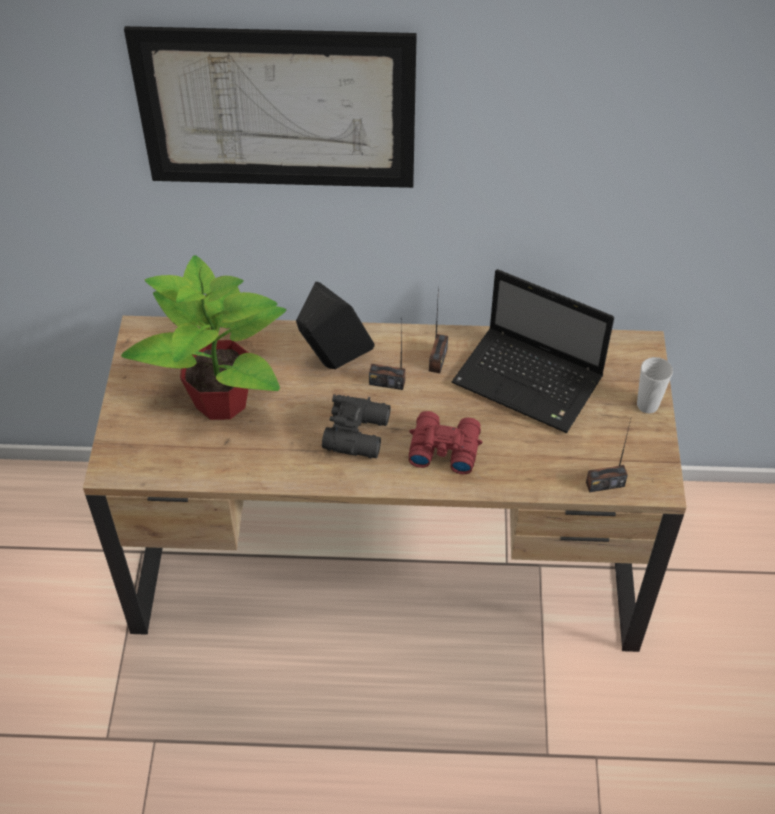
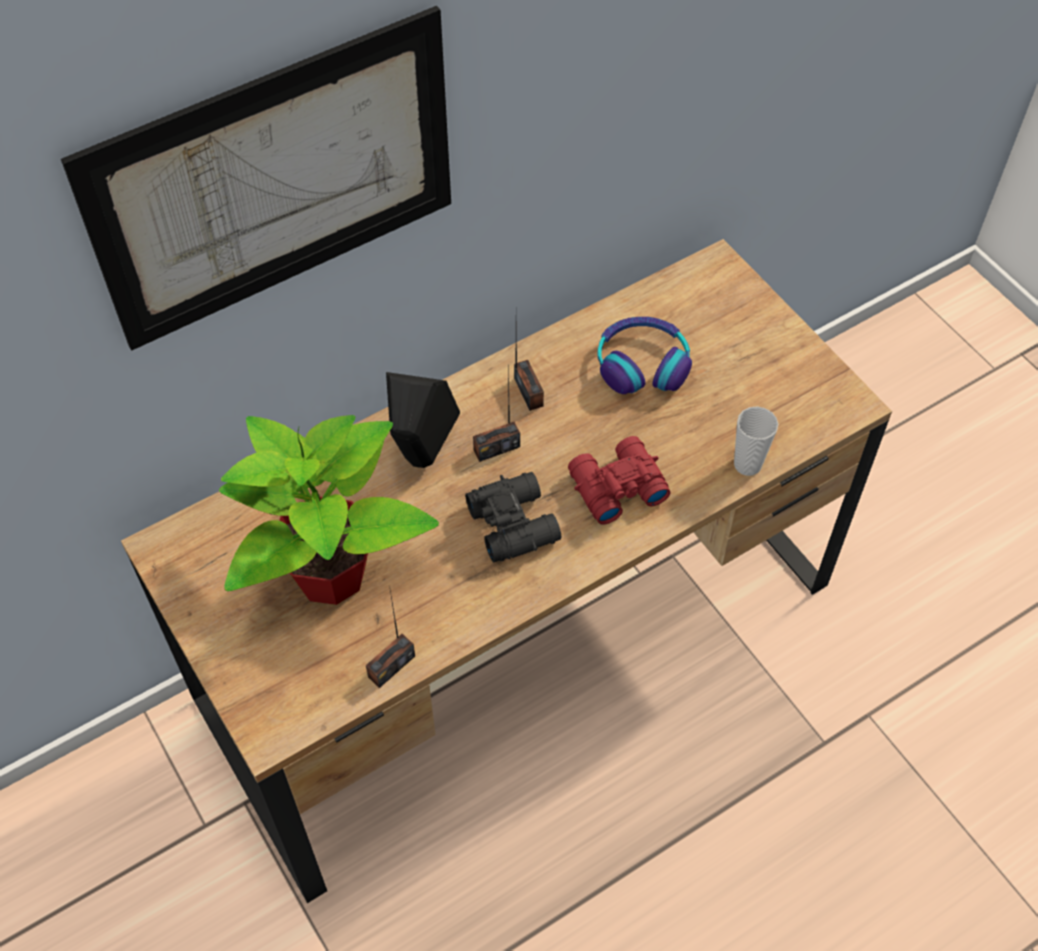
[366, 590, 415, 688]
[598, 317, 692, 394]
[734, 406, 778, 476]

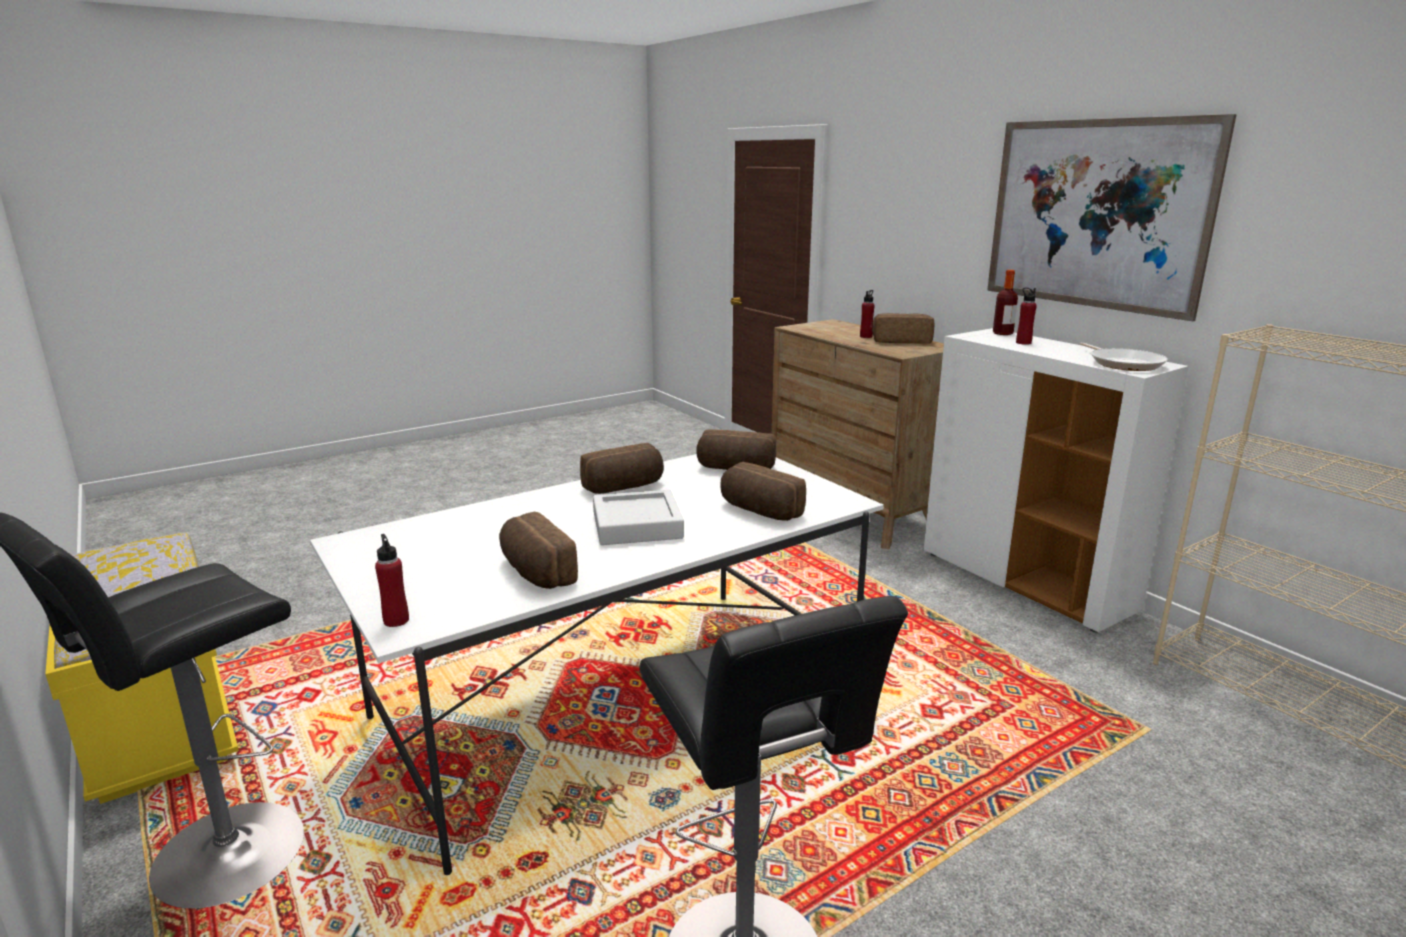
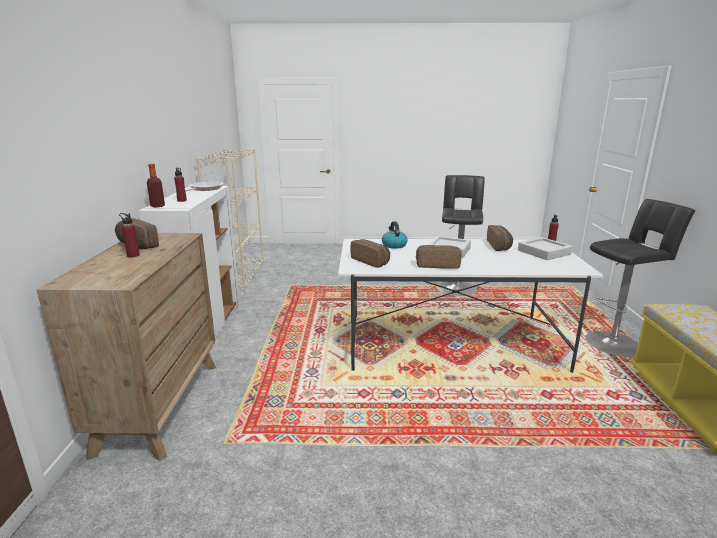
[382, 221, 408, 249]
[518, 237, 573, 260]
[987, 114, 1237, 321] (first image)

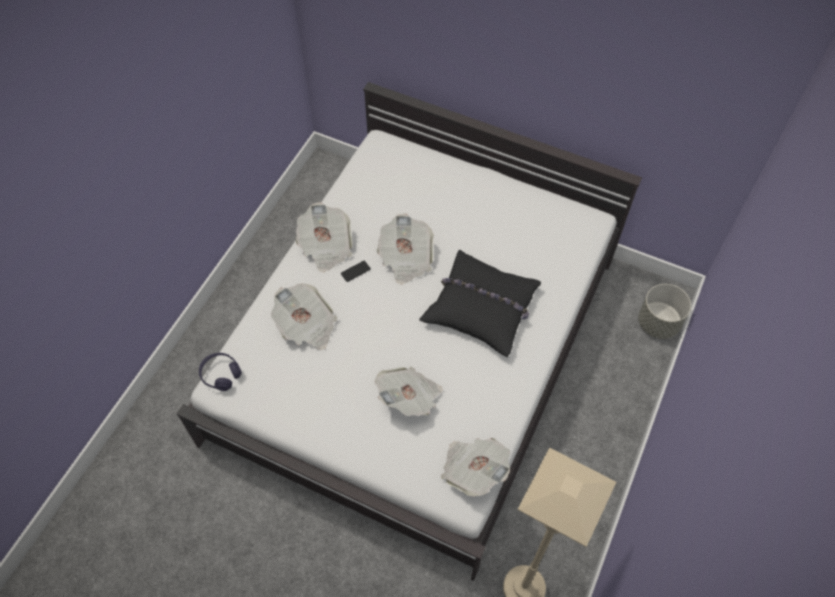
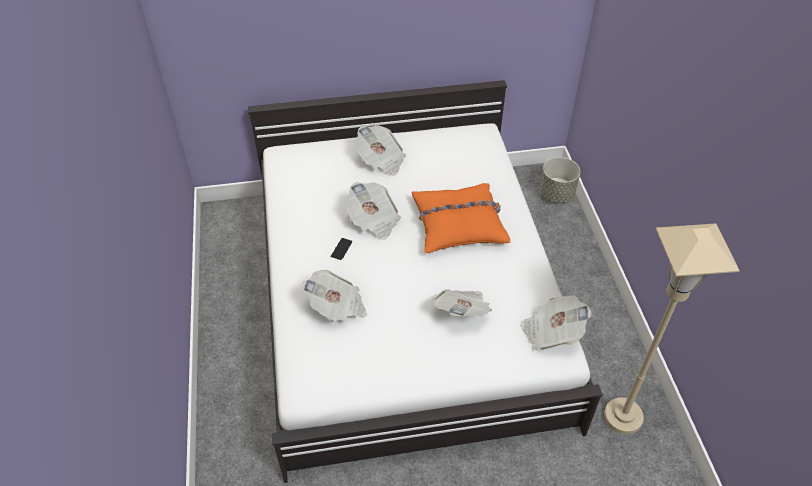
[354, 125, 406, 176]
[412, 183, 510, 253]
[199, 353, 242, 391] (first image)

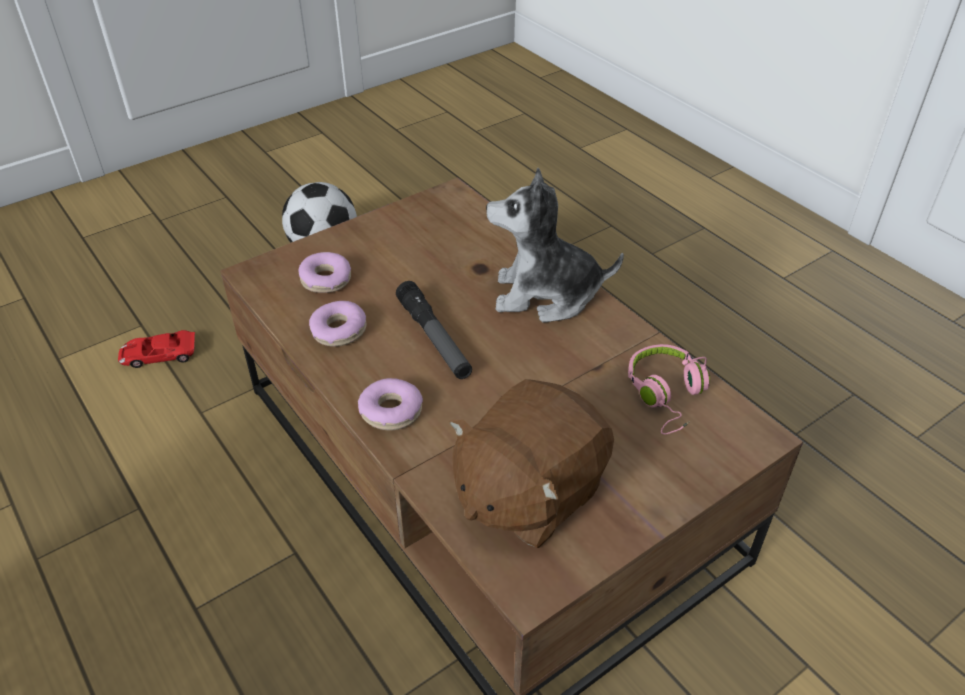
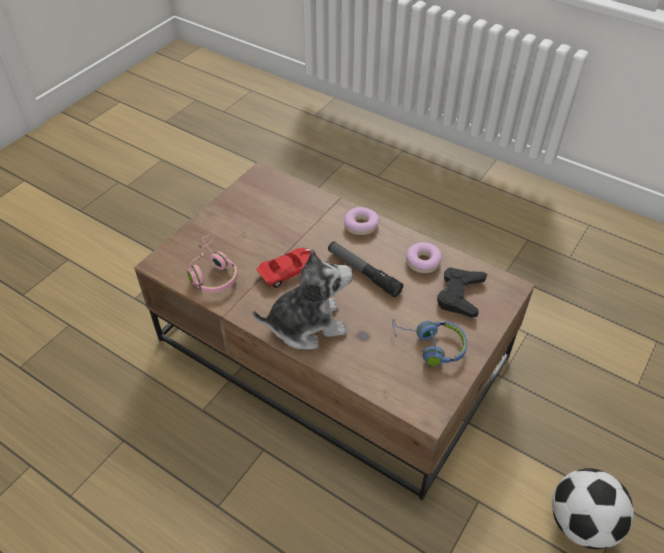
[256, 248, 318, 288]
[393, 319, 467, 366]
[437, 267, 487, 318]
[449, 379, 614, 548] (first image)

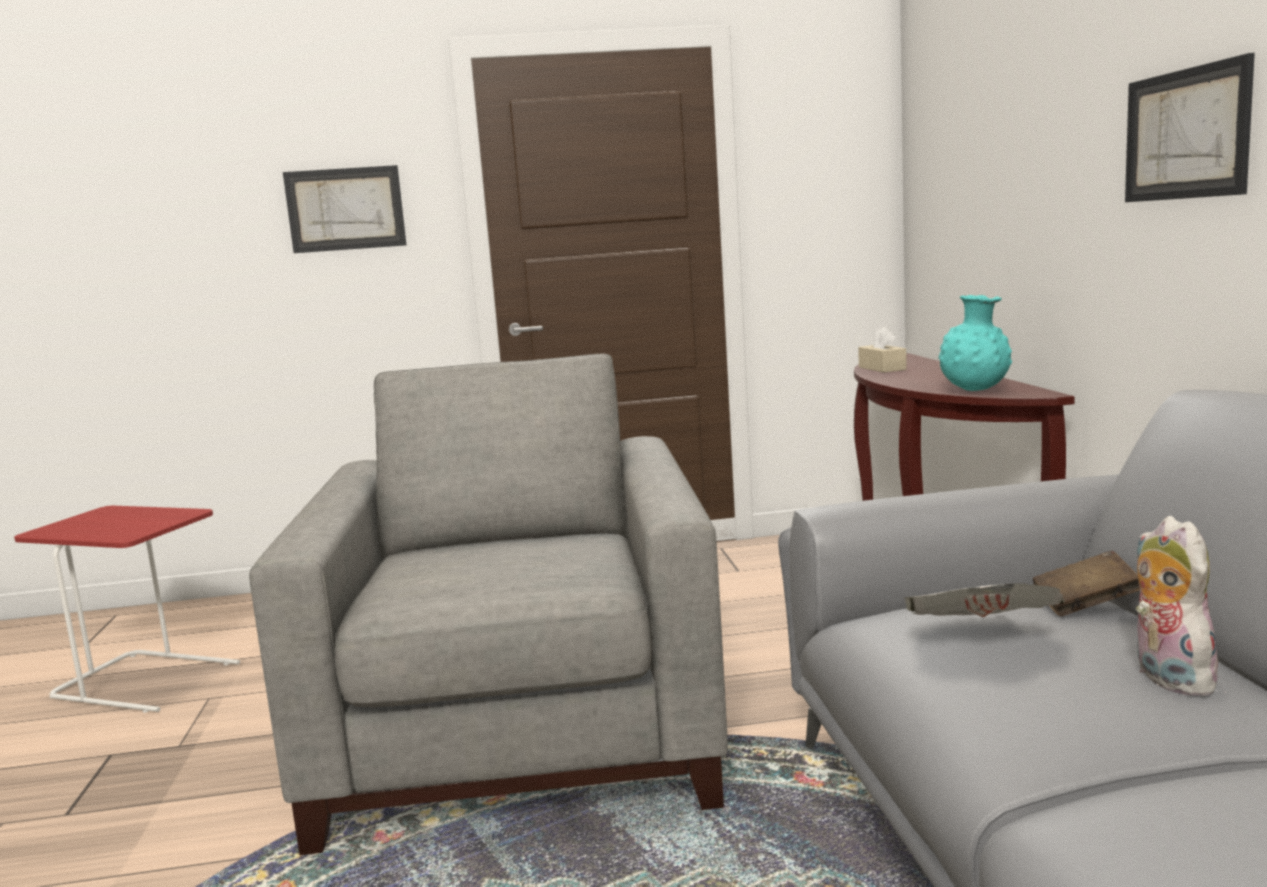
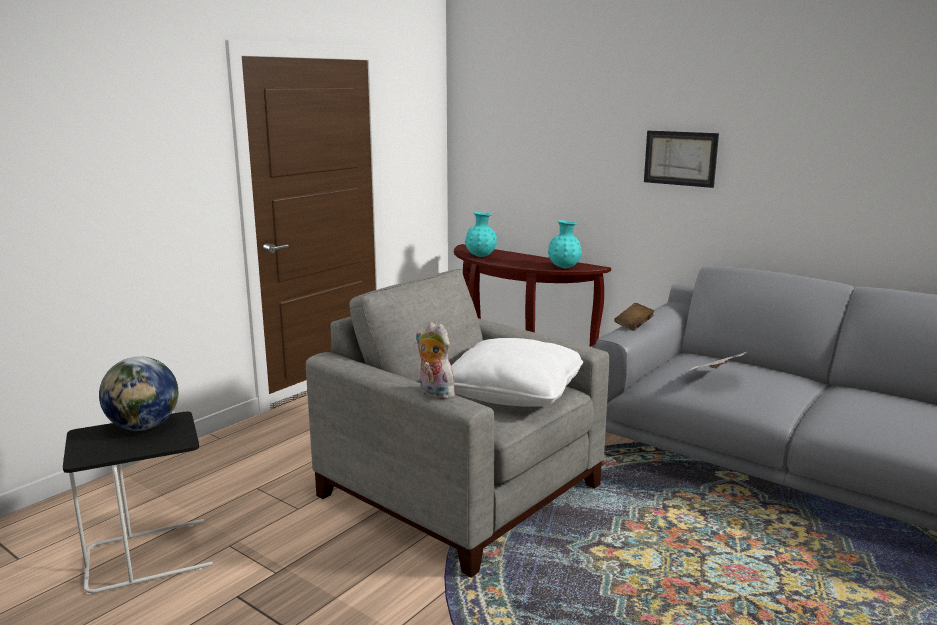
[63, 412, 213, 595]
[99, 356, 178, 431]
[416, 322, 455, 400]
[451, 338, 583, 407]
[465, 212, 497, 257]
[615, 303, 655, 331]
[283, 165, 407, 253] (first image)

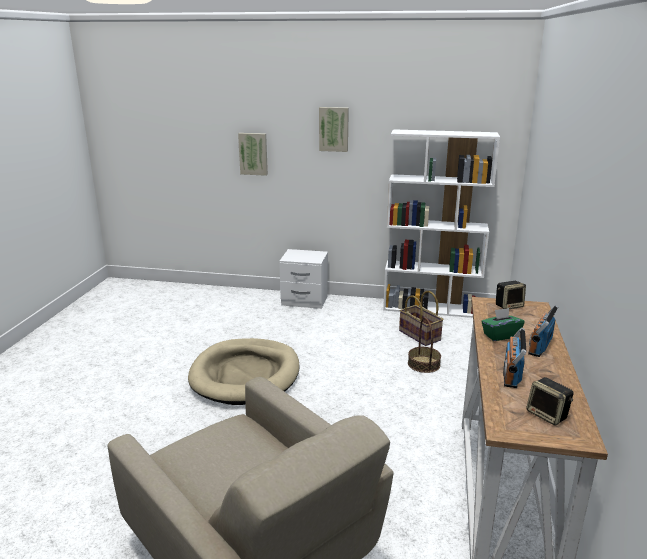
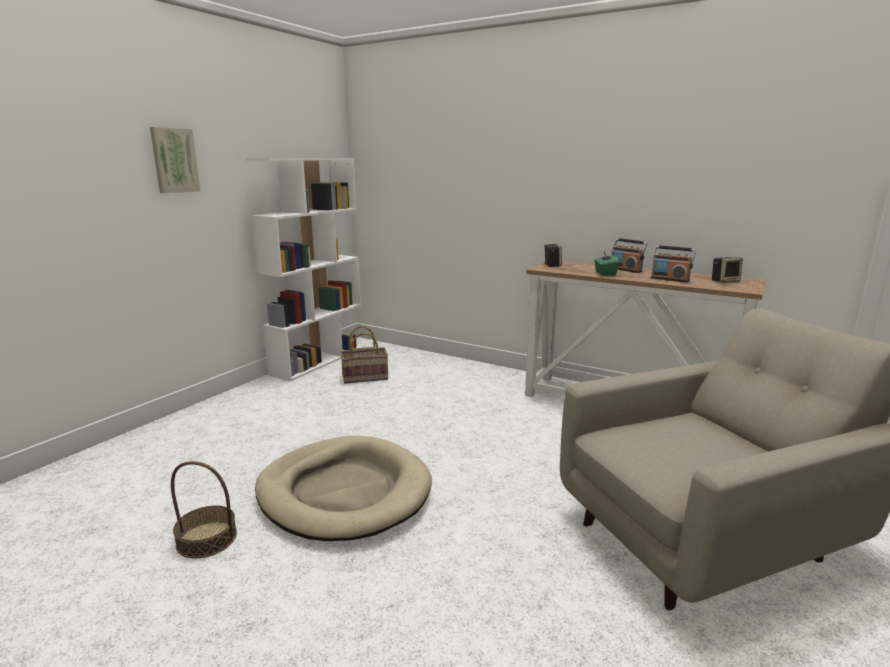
[171, 461, 237, 558]
[238, 133, 268, 176] (first image)
[279, 249, 328, 309] (first image)

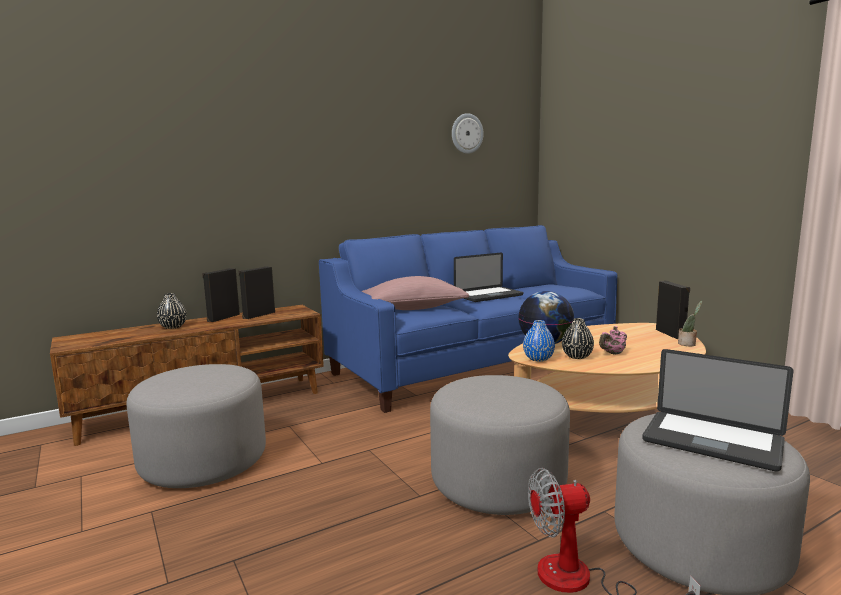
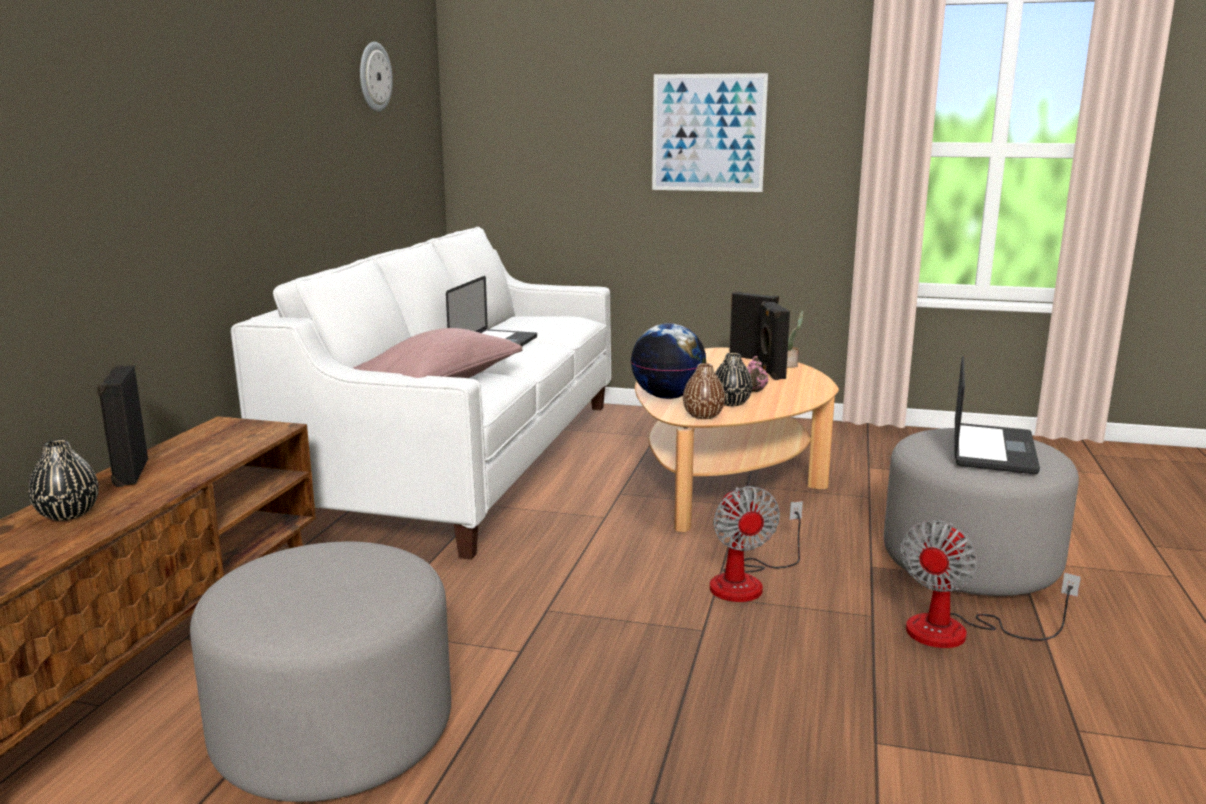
[231, 227, 611, 560]
[652, 73, 768, 192]
[683, 363, 725, 419]
[710, 486, 803, 602]
[759, 301, 790, 380]
[955, 356, 1040, 474]

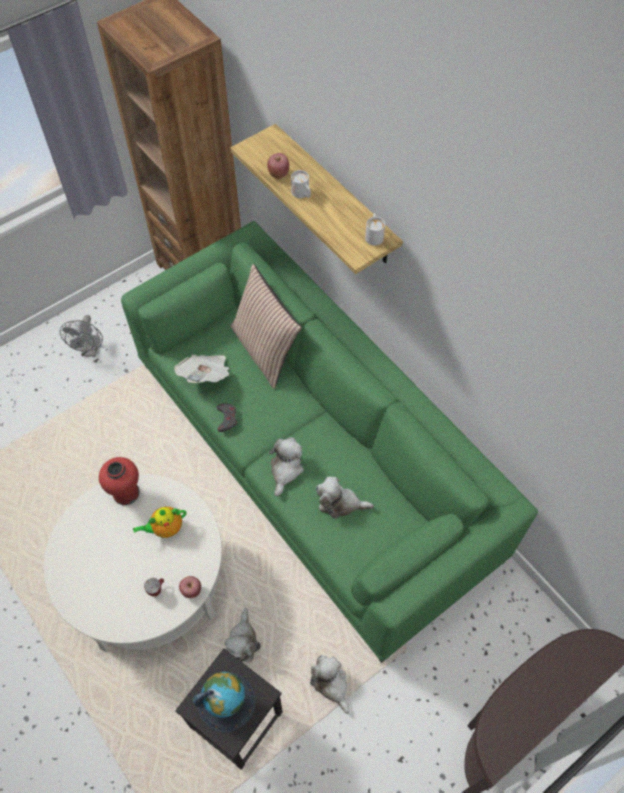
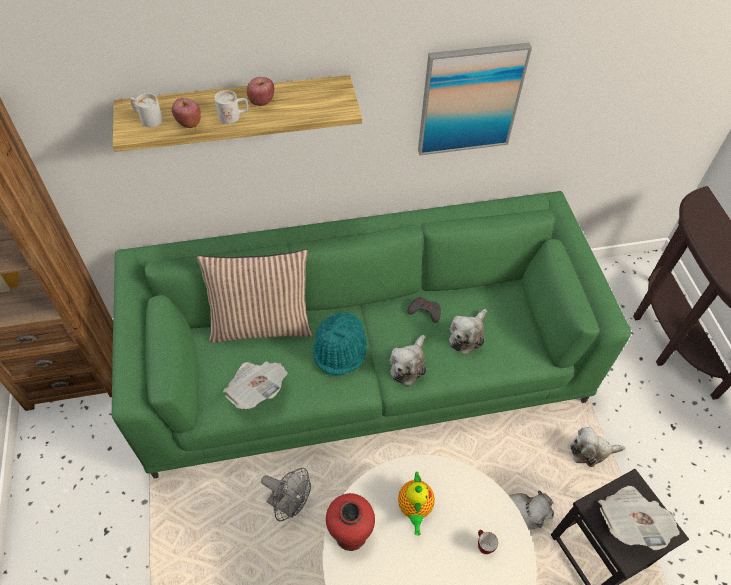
[130, 93, 163, 127]
[247, 77, 274, 106]
[261, 468, 311, 521]
[313, 312, 367, 375]
[389, 335, 427, 386]
[408, 297, 441, 323]
[418, 43, 532, 155]
[598, 486, 680, 550]

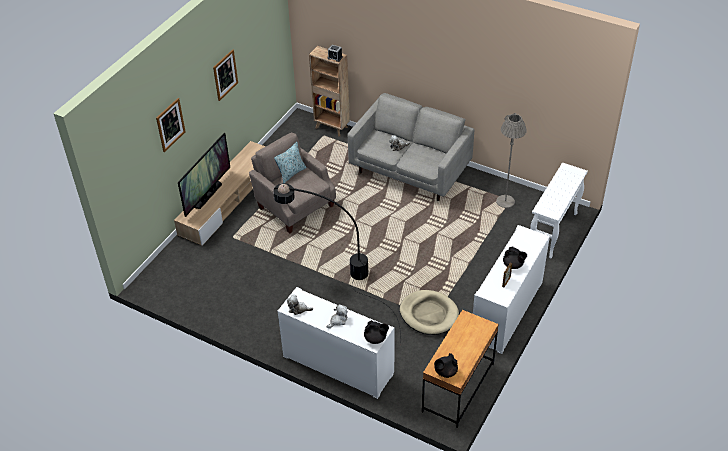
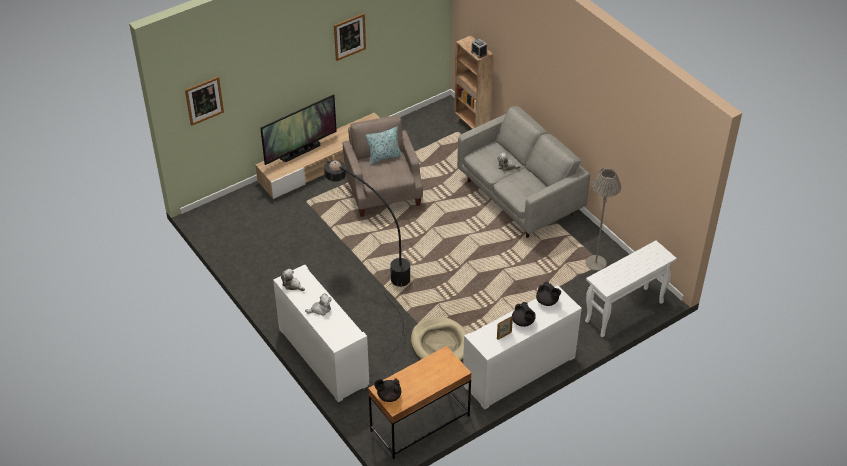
[185, 76, 224, 126]
[536, 282, 561, 306]

